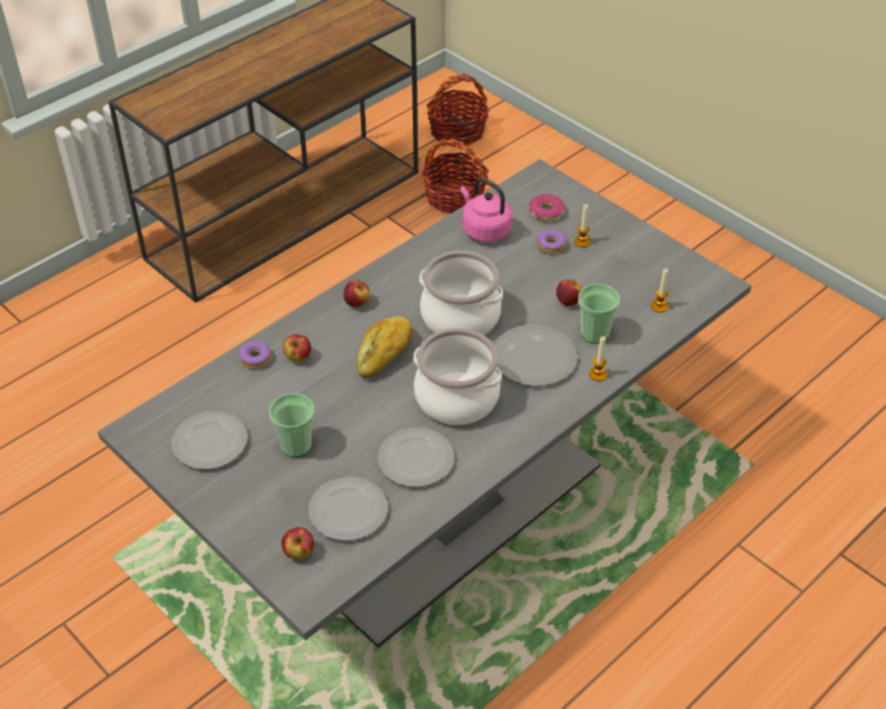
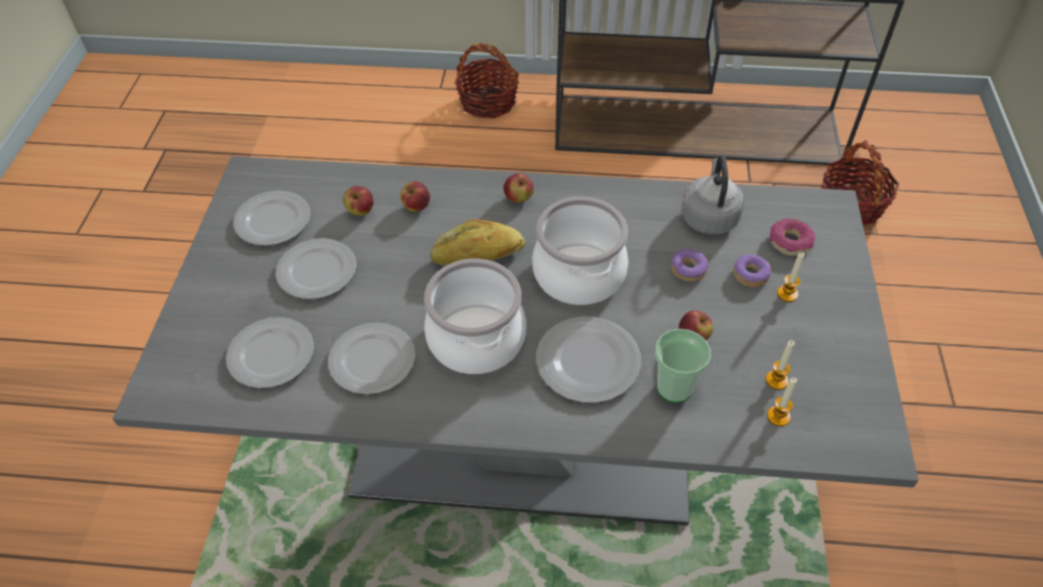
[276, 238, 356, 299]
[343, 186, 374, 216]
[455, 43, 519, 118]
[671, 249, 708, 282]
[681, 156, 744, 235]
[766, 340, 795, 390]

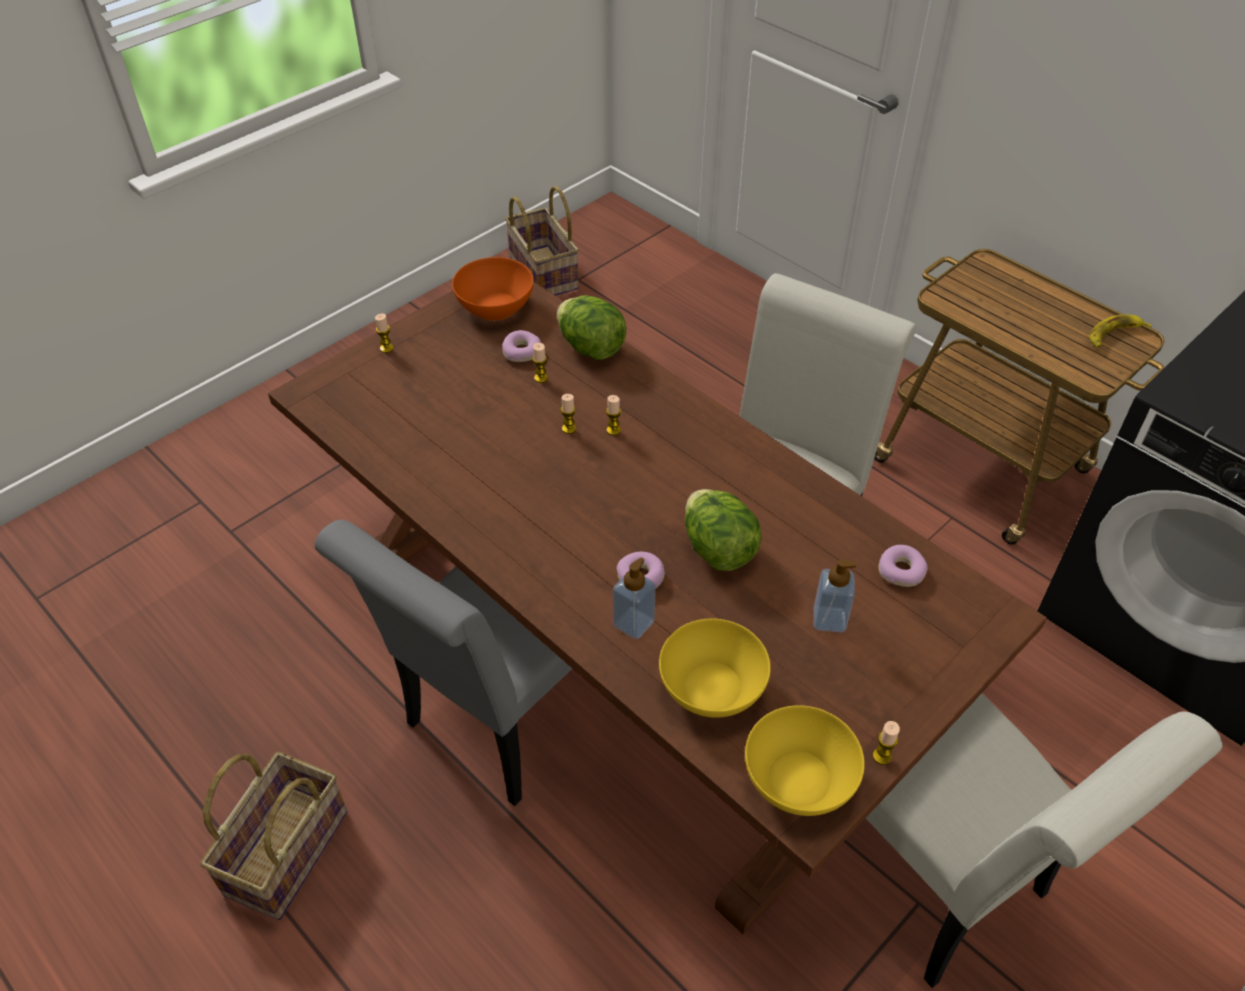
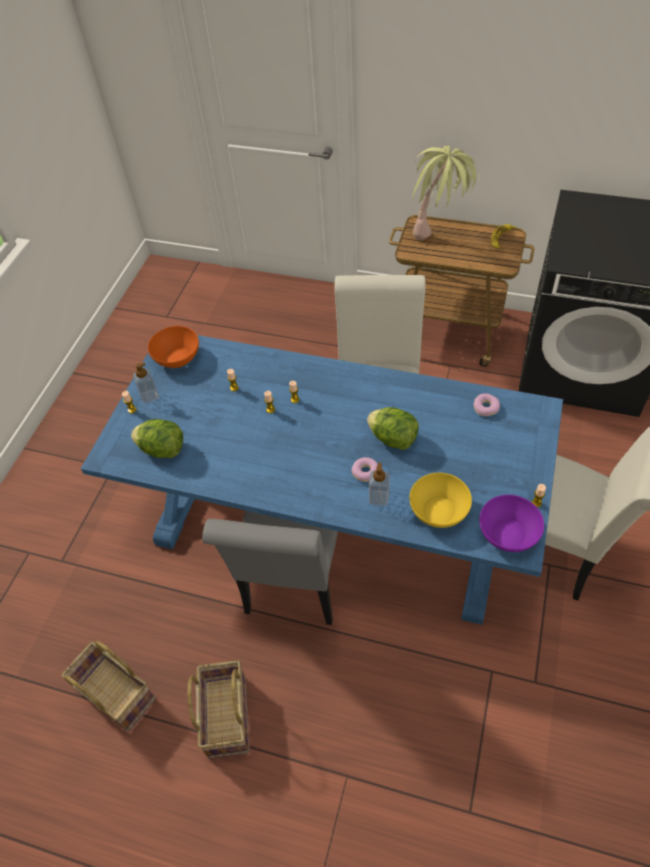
[61, 641, 156, 732]
[81, 329, 563, 625]
[131, 419, 183, 458]
[133, 363, 159, 403]
[412, 146, 480, 240]
[479, 495, 544, 552]
[502, 330, 541, 362] (first image)

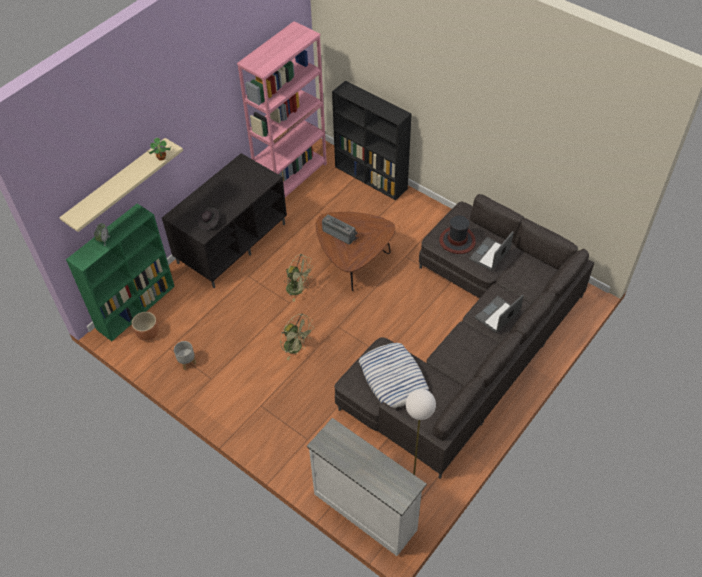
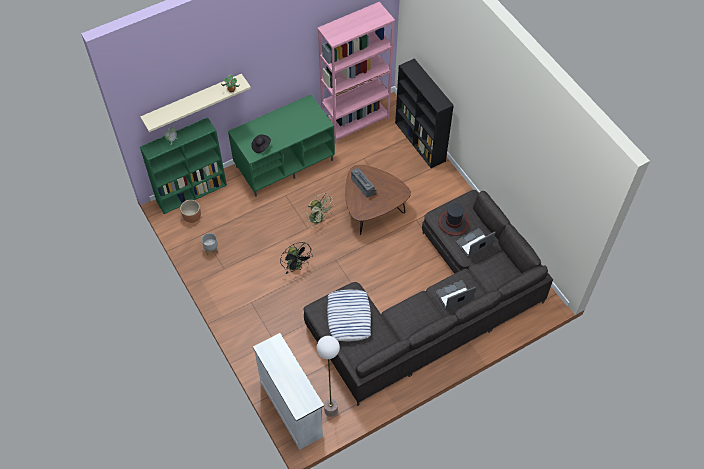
[228, 94, 335, 197]
[280, 242, 313, 274]

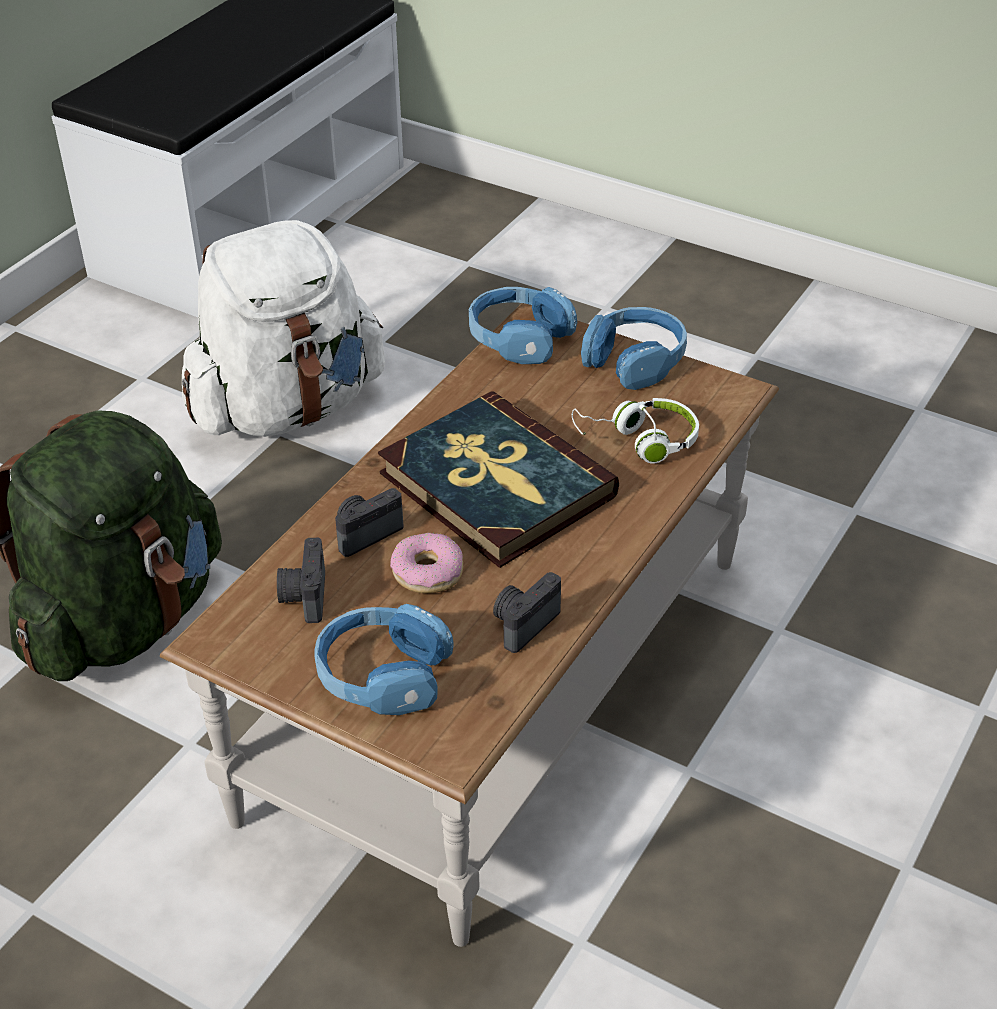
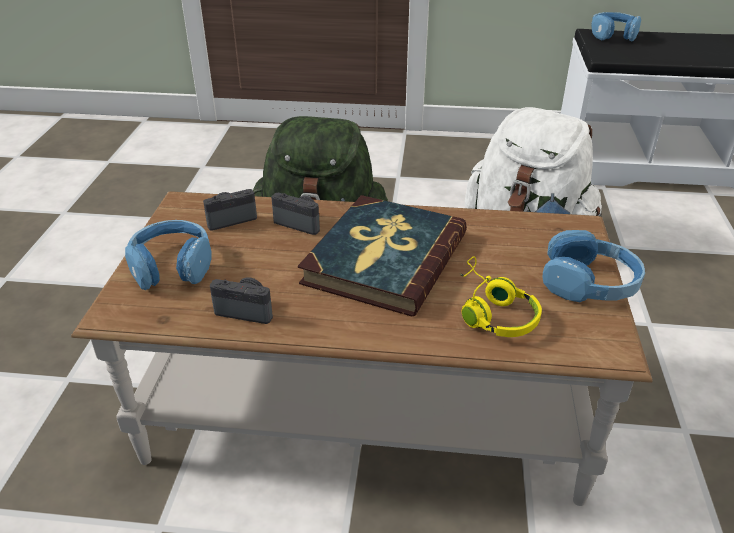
[459, 256, 542, 337]
[591, 12, 641, 41]
[390, 533, 463, 593] (first image)

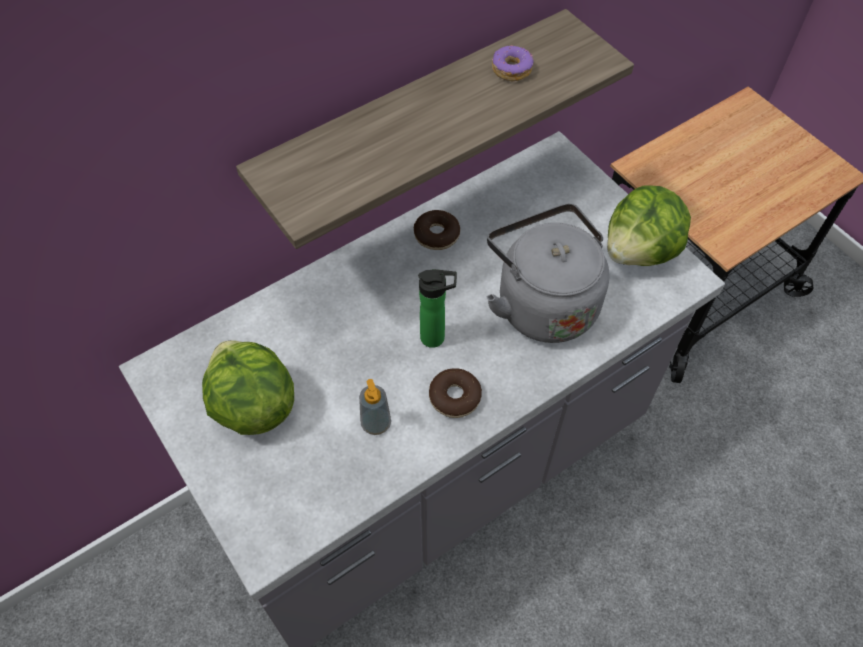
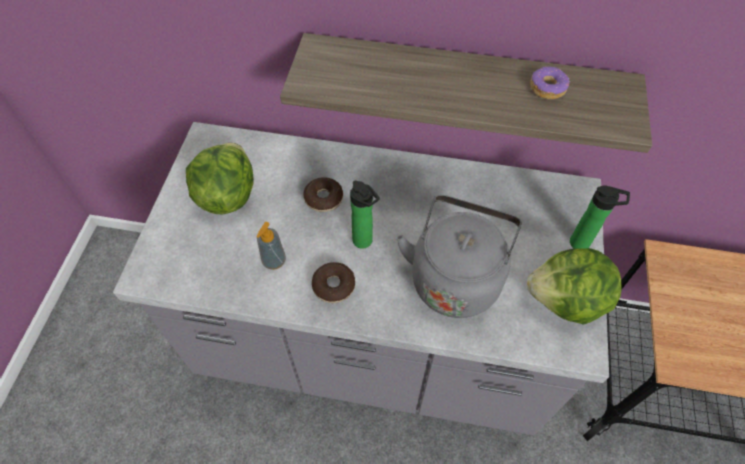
[304, 177, 343, 212]
[570, 185, 630, 249]

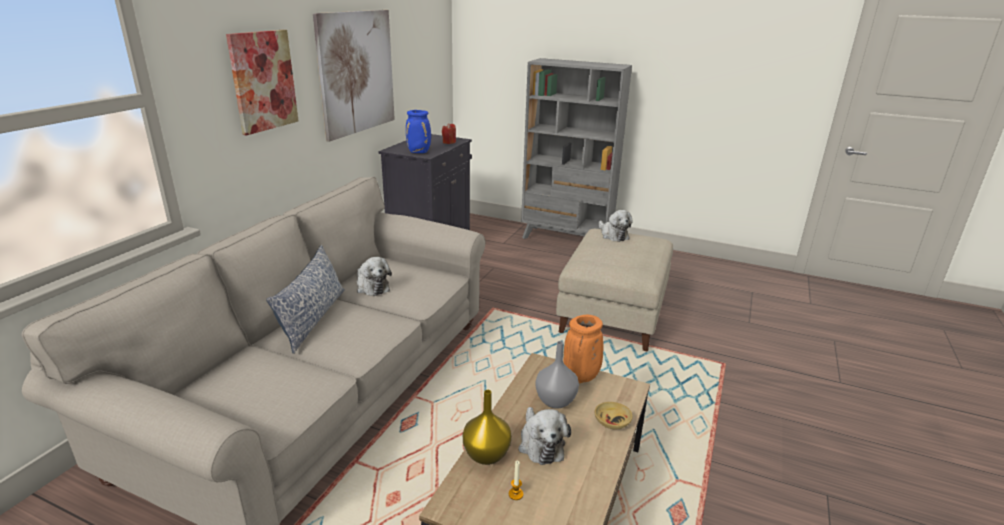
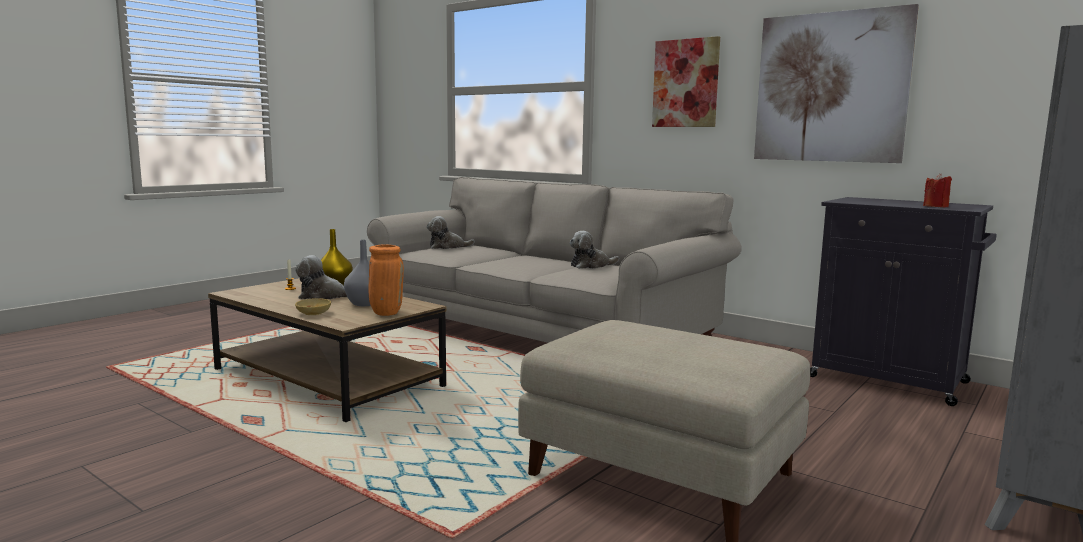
[427, 216, 475, 249]
[266, 245, 345, 354] (first image)
[406, 110, 431, 153] (first image)

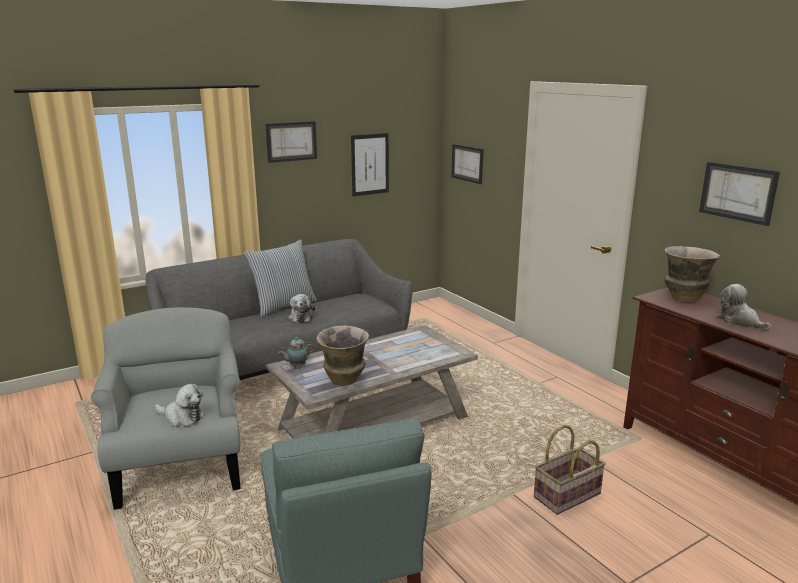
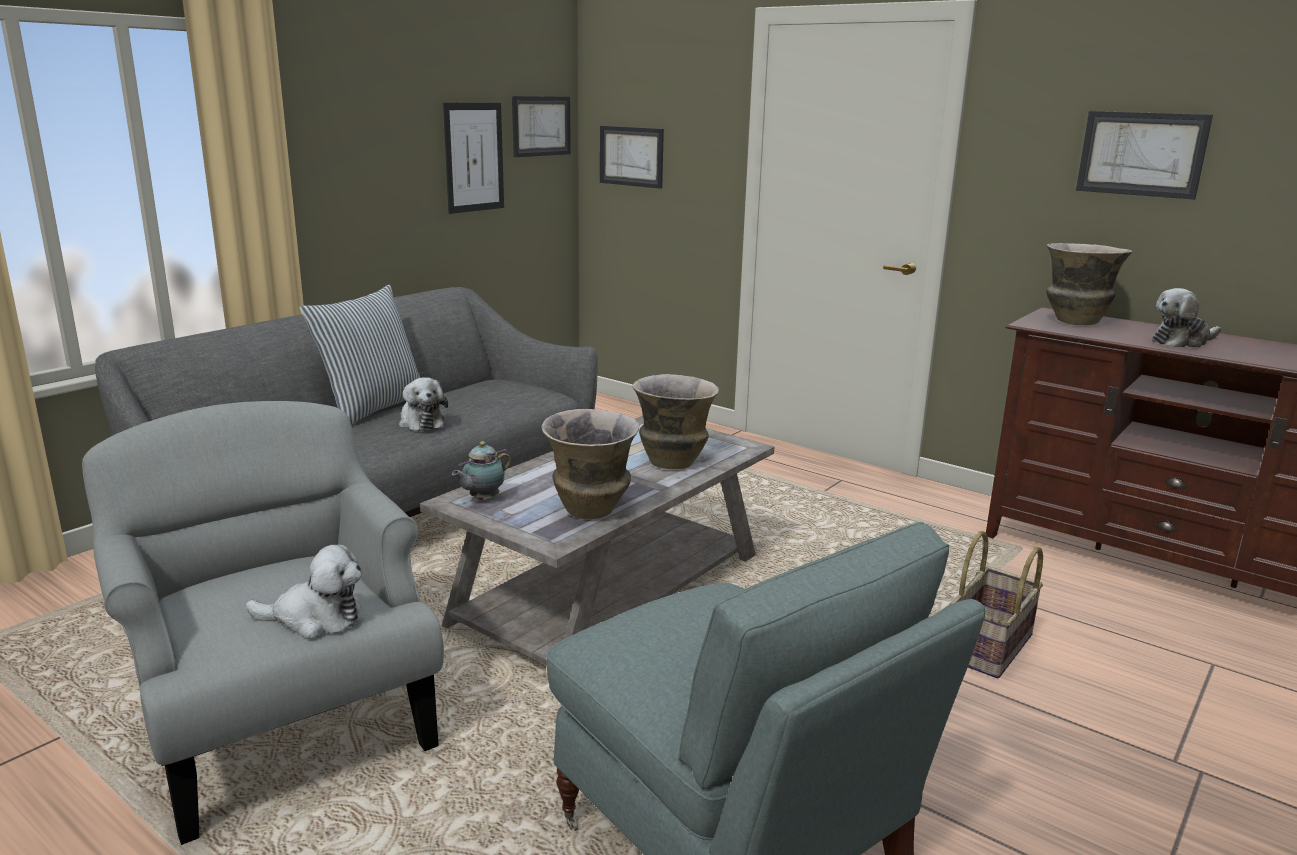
[512, 96, 571, 157]
[632, 374, 719, 469]
[1152, 288, 1221, 348]

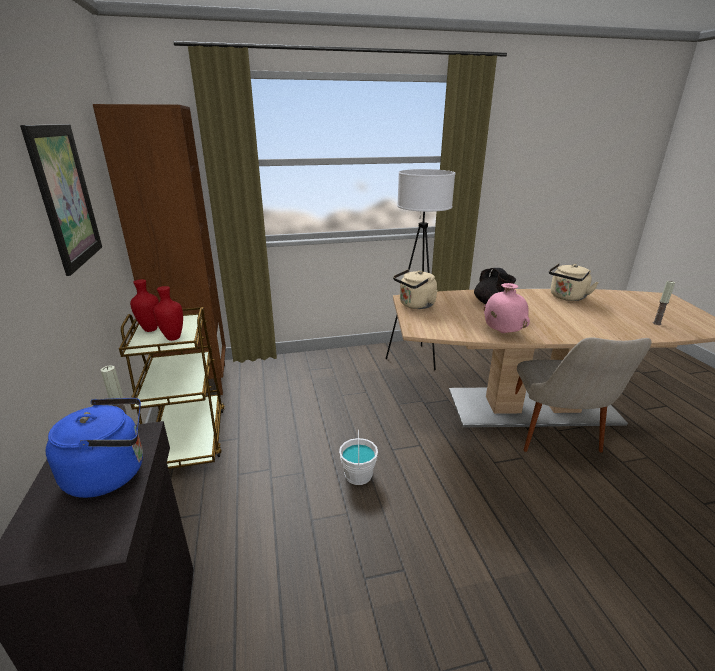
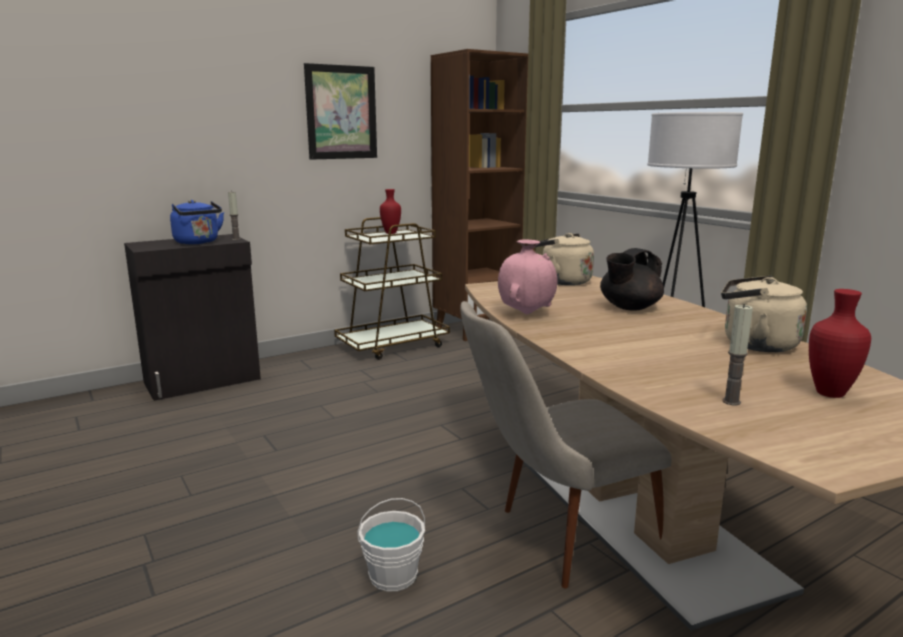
[357, 498, 425, 591]
[809, 289, 871, 398]

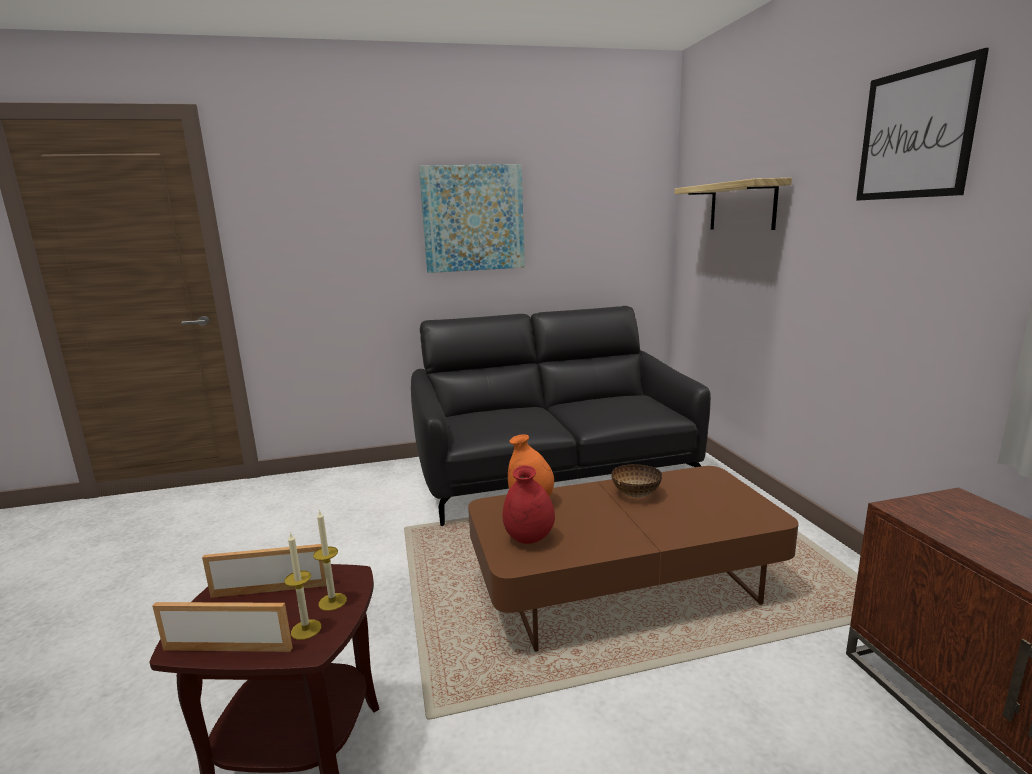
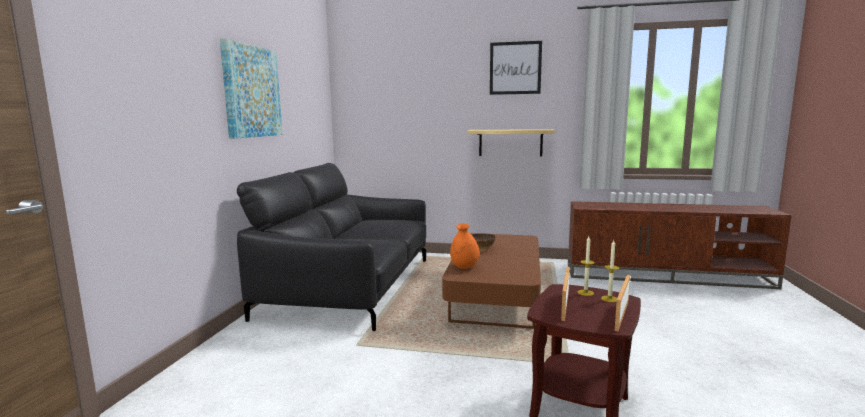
[467, 129, 555, 156]
[503, 465, 555, 544] (first image)

